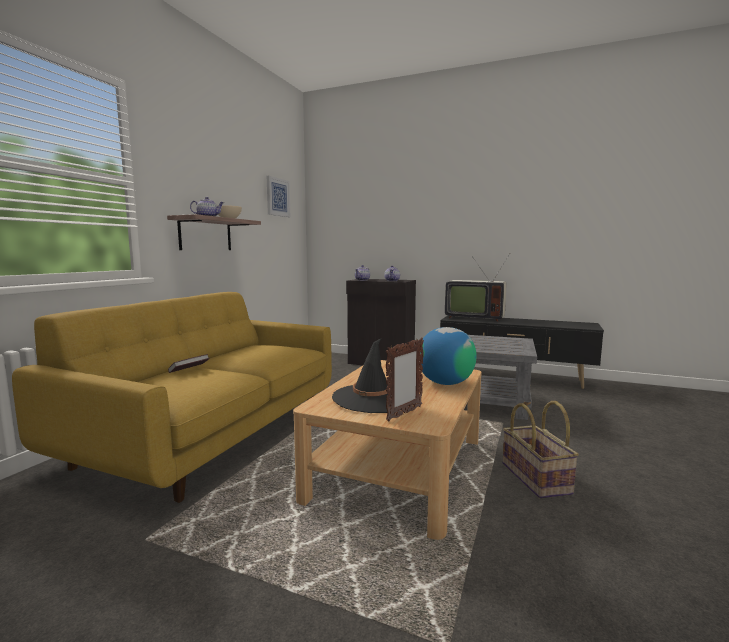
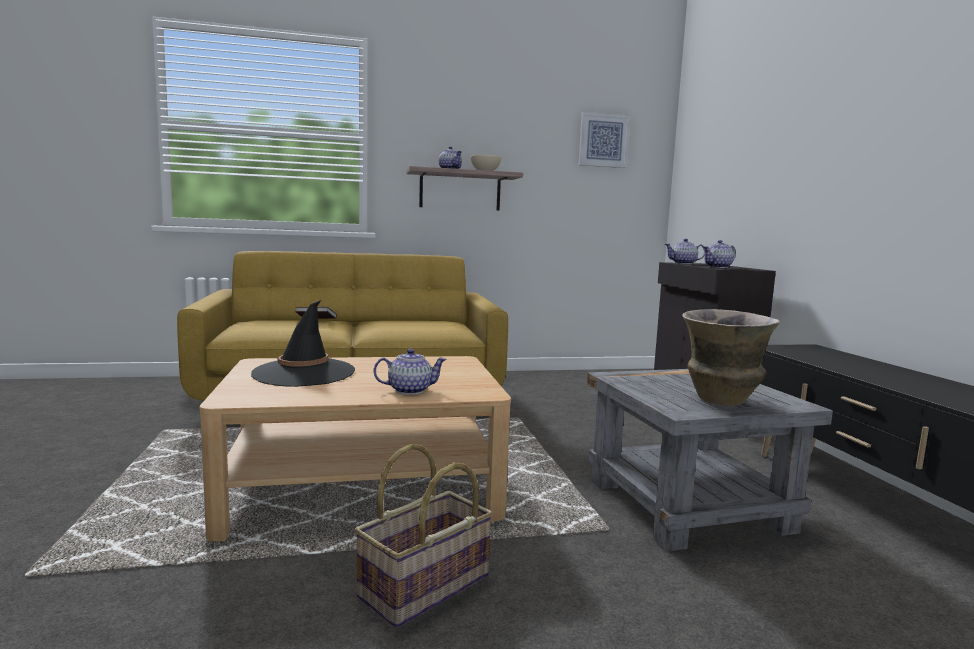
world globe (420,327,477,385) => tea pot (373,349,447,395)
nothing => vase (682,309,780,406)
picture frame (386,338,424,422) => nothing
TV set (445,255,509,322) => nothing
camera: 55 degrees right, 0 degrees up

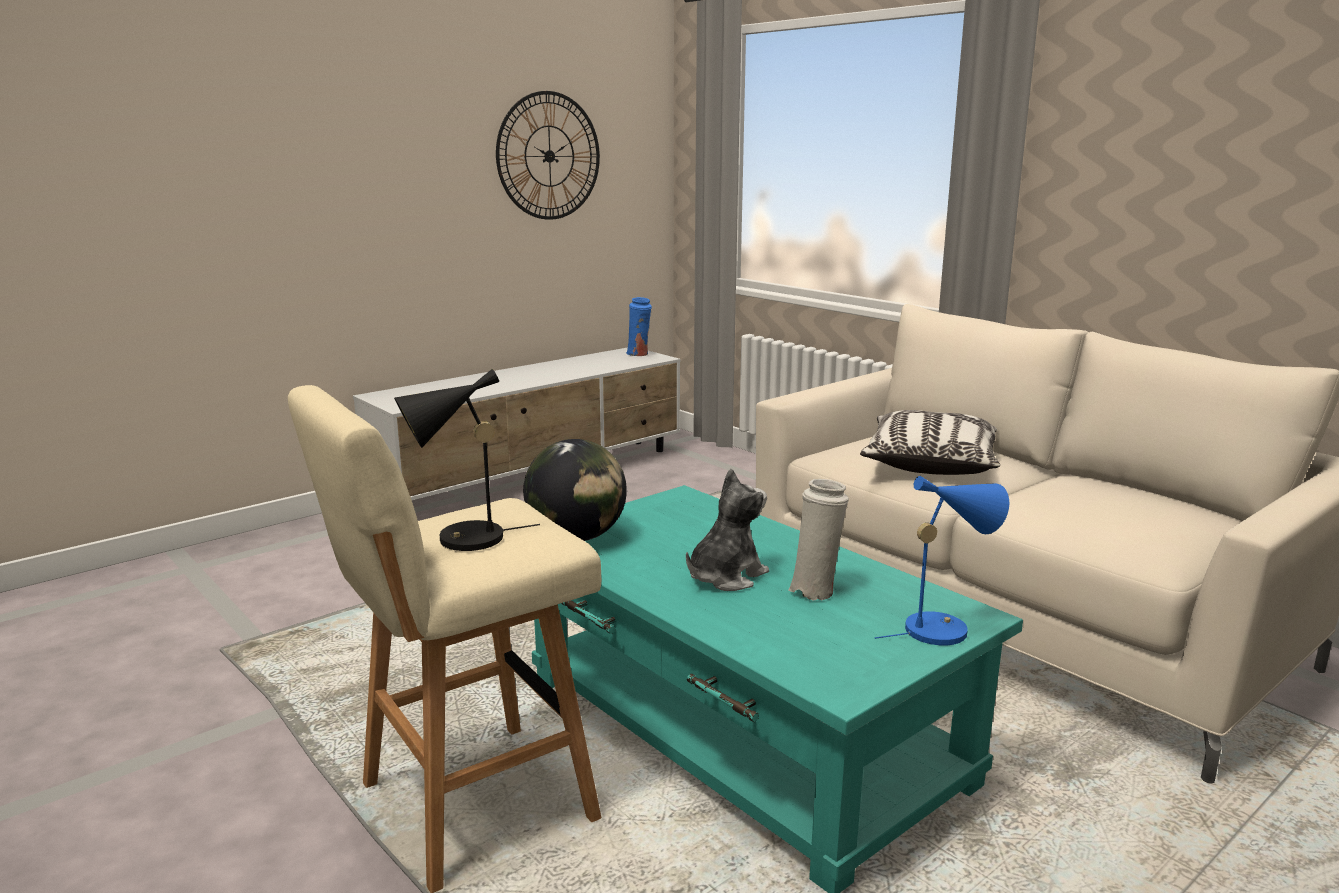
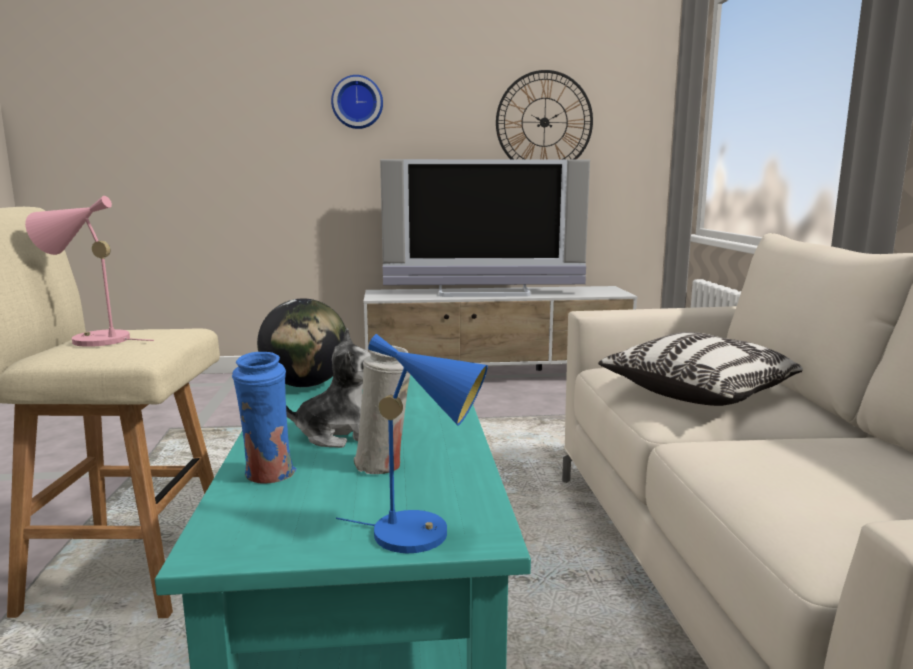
black-coloured table lamp (394,369,540,551) => pink-coloured table lamp (25,196,154,347)
blue vase (626,297,652,356) => blue vase (232,352,297,484), move
nothing => clock on the wall (331,75,383,129)
nothing => TV set (380,159,590,297)
camera: 35 degrees right, 5 degrees down

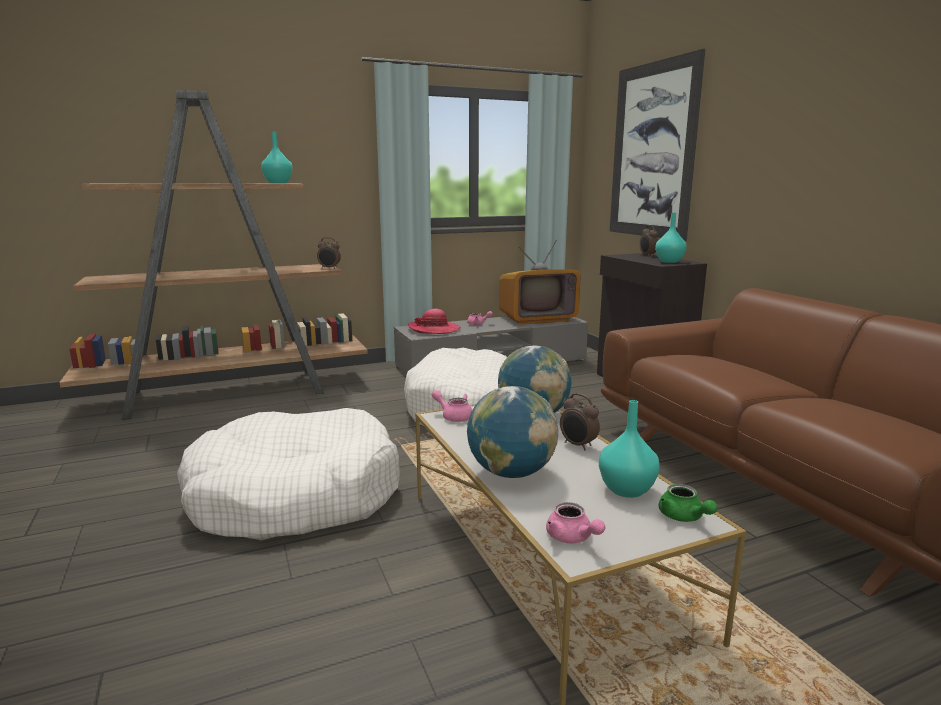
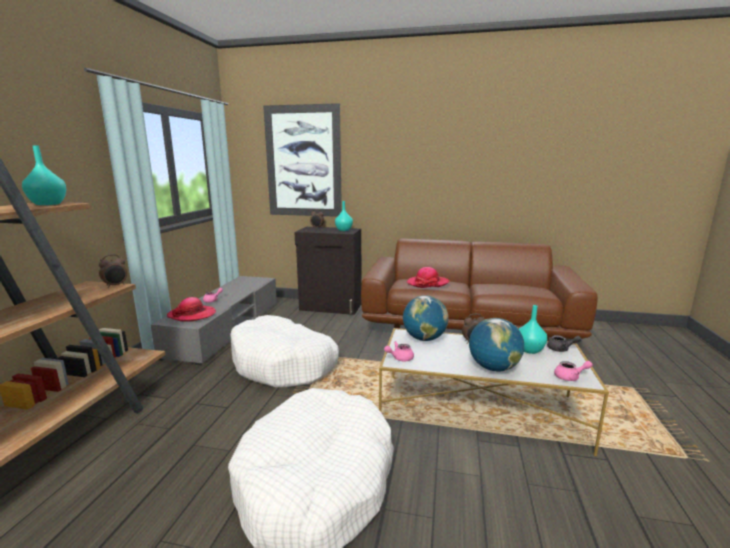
nothing => hat (407,267,450,288)
green-coloured tea pot (659,484,718,522) => gray tea pot (547,335,582,352)
TV set (499,240,581,325) => nothing
camera: 55 degrees left, 0 degrees up

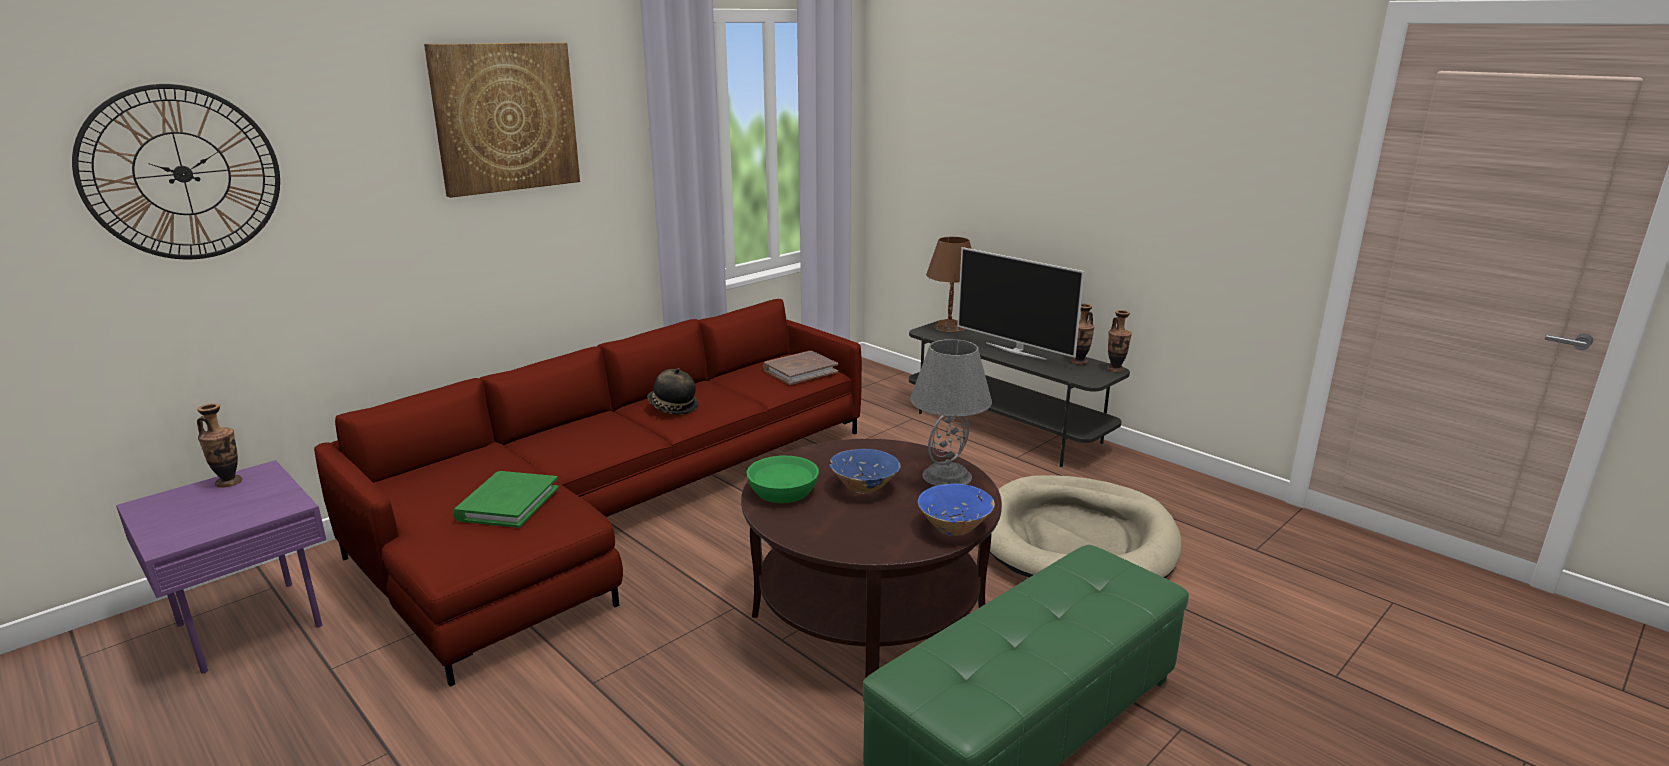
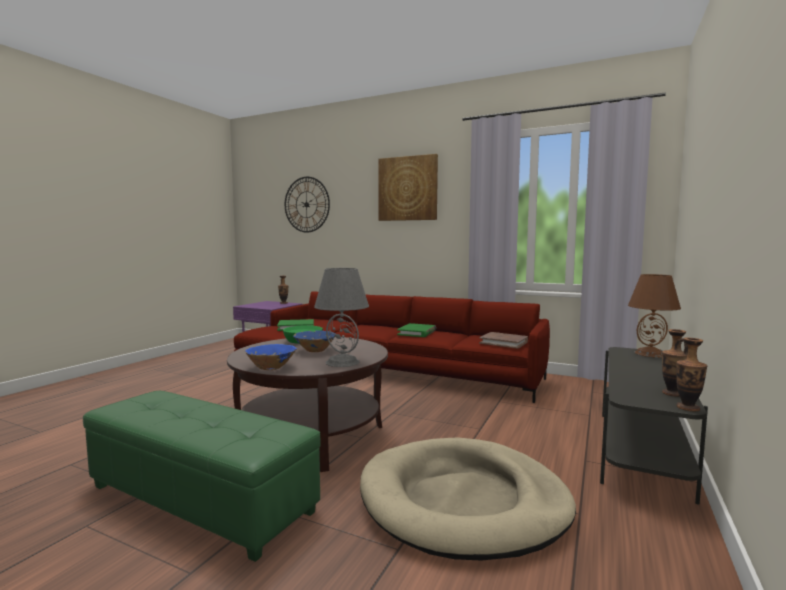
hat (647,368,698,415) => green-coloured book (397,323,436,337)
TV set (957,247,1085,360) => nothing
camera: 70 degrees right, 15 degrees down

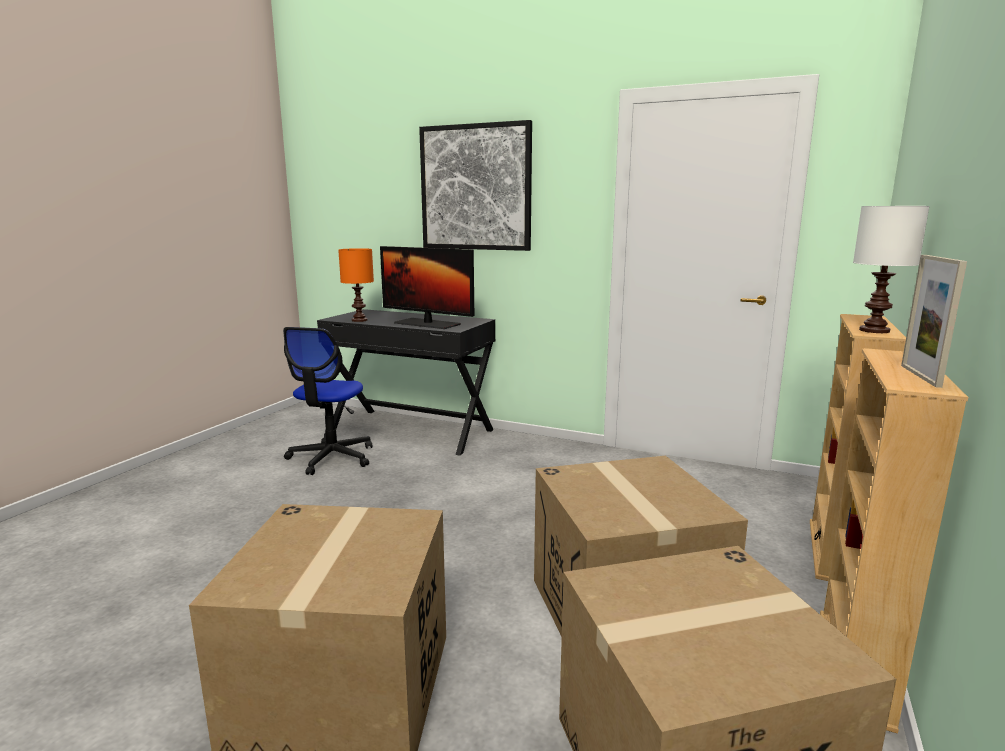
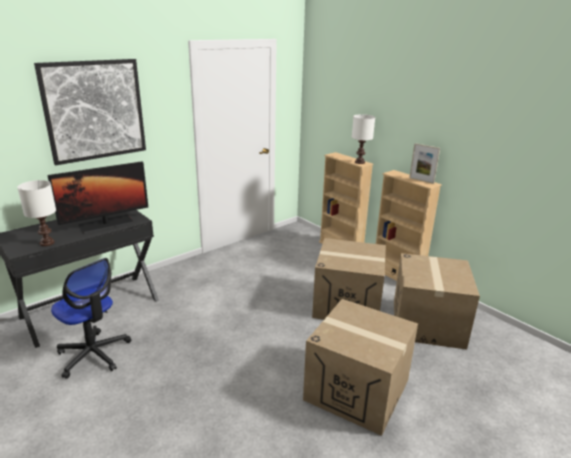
orangey table lamp (338,248,374,322) => whitish table lamp (17,180,56,246)
camera: 65 degrees left, 10 degrees up

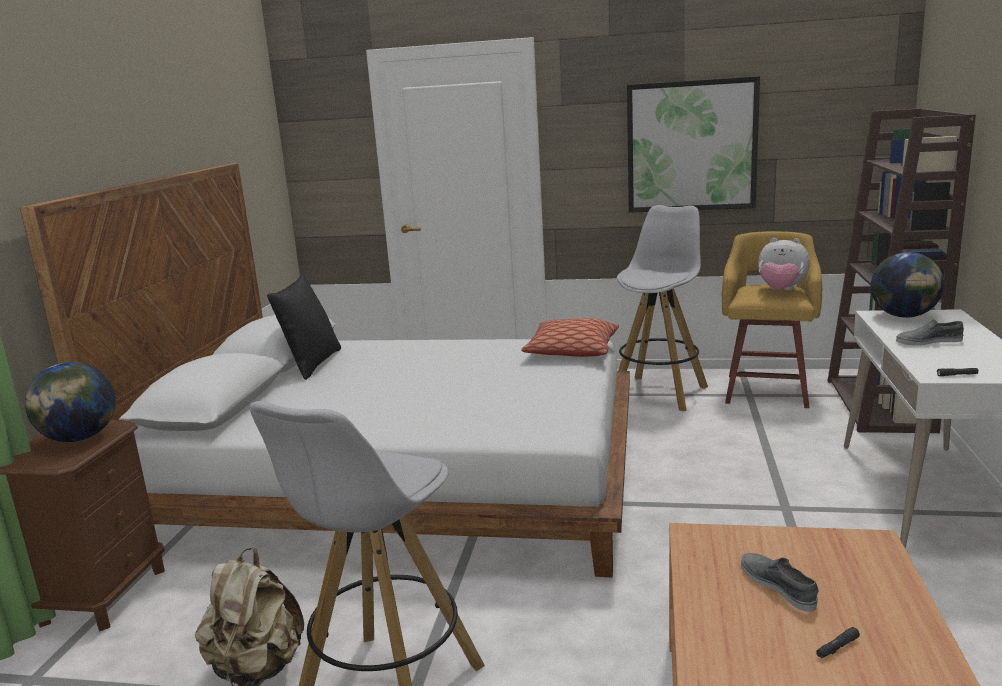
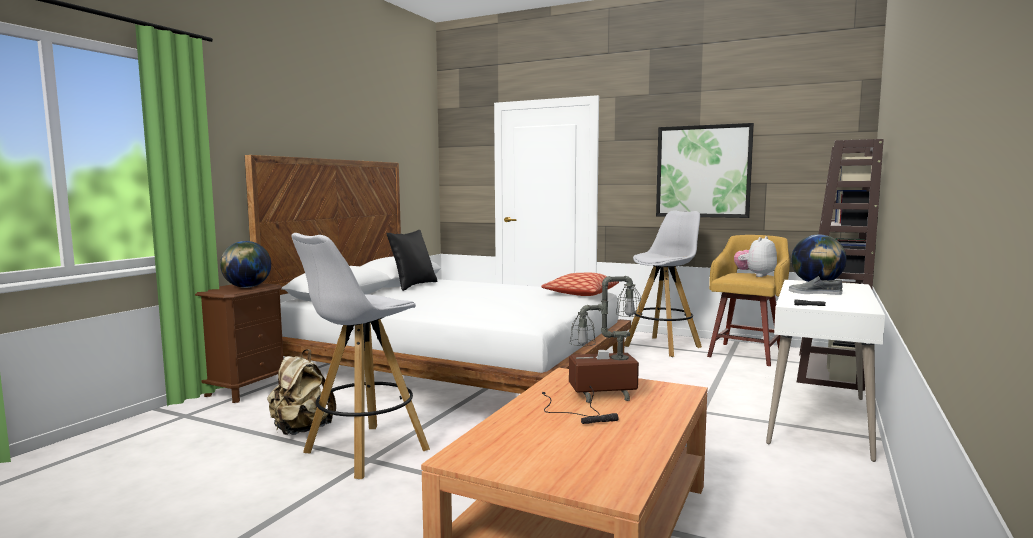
gray shoe (741,553,819,612) => table lamp (542,276,643,417)
soft toy (758,238,810,290) => soft toy (734,236,777,277), 90 degrees clockwise
camera: 15 degrees right, 10 degrees down

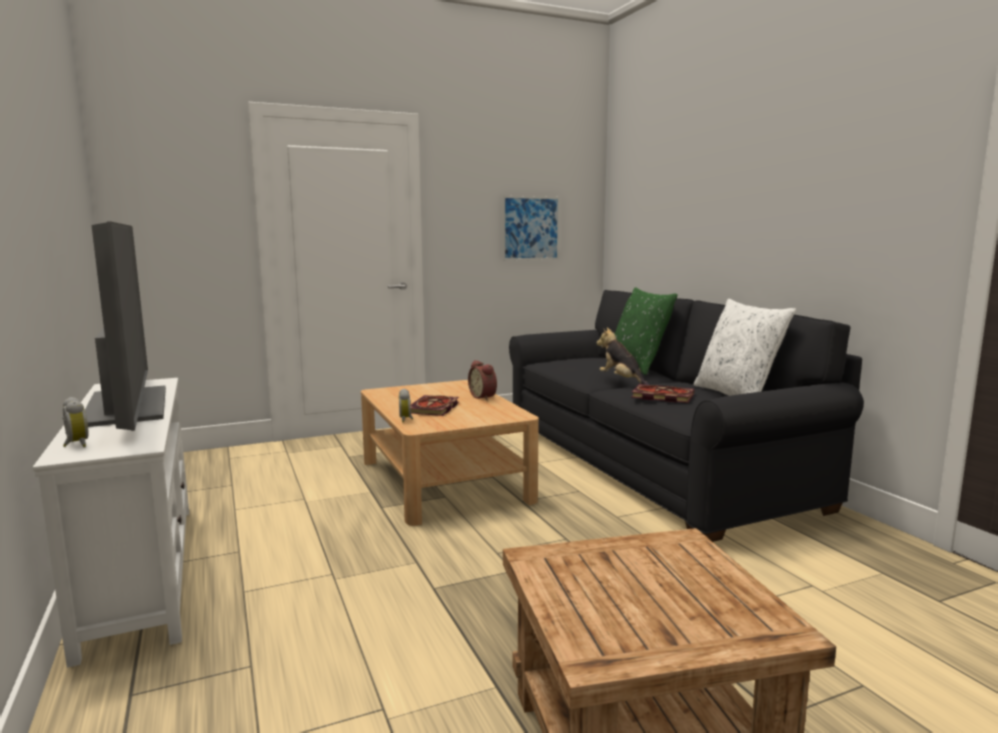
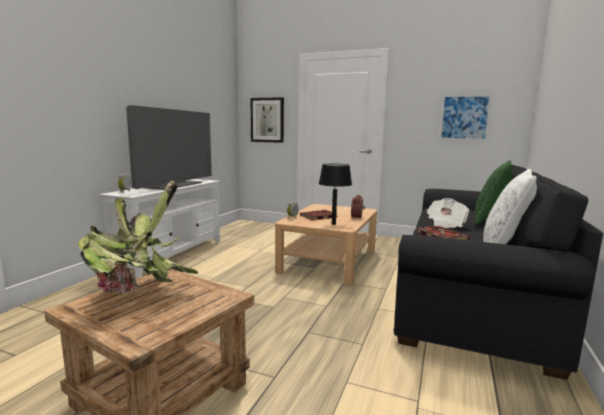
nothing => houseplant (78,181,198,293)
nothing => wall art (251,97,284,143)
nothing => black-coloured table lamp (319,164,352,225)
soft toy (596,328,649,385) => newspaper (427,198,470,228)
camera: 45 degrees right, 0 degrees up

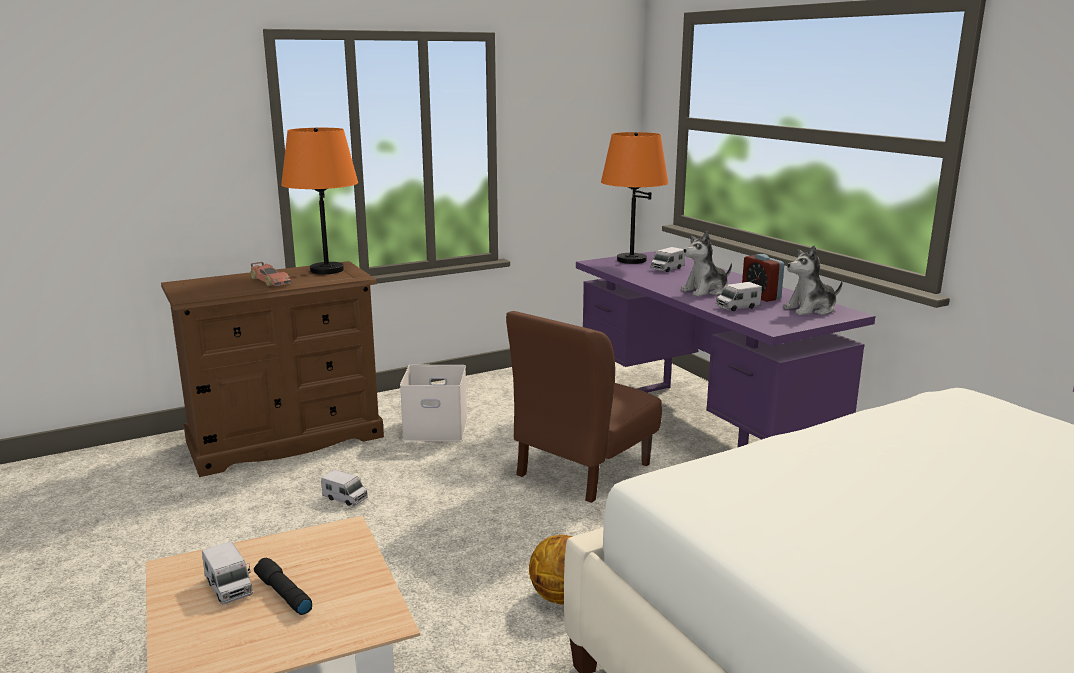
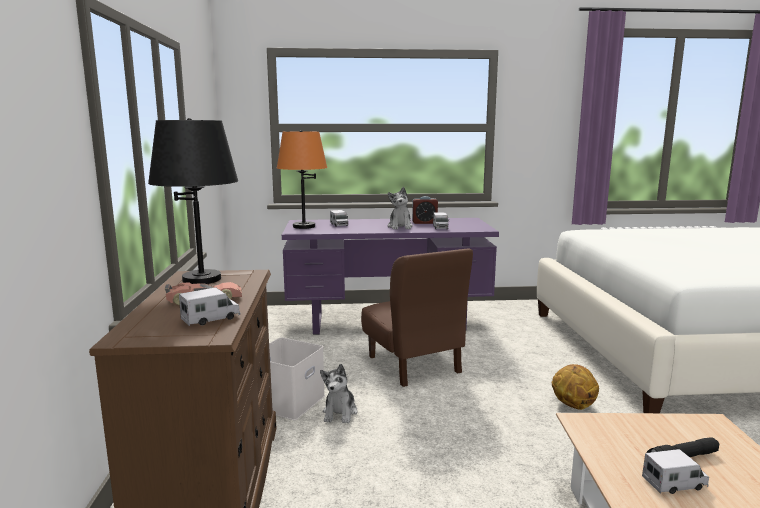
orangey table lamp (281,128,358,274) => black-coloured table lamp (148,118,238,284)
model truck (321,470,368,506) => model truck (179,287,241,326), move
soft toy (783,245,843,315) => soft toy (320,364,358,423), move
camera: 65 degrees left, 5 degrees down

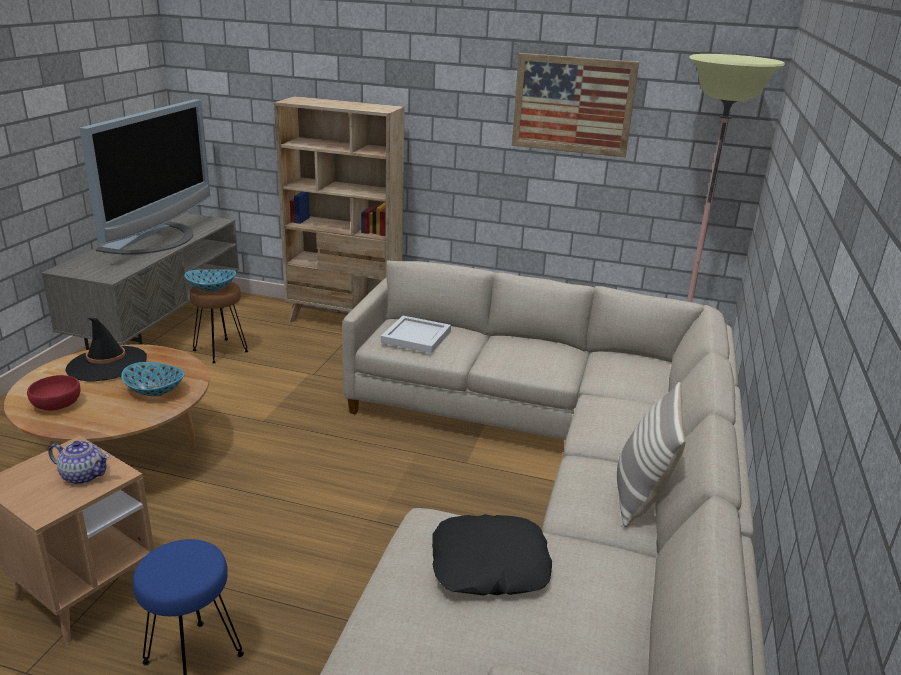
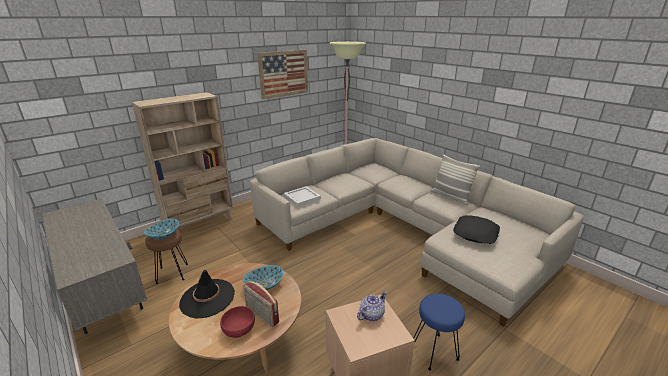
nothing => radio (243,281,279,327)
TV set (79,99,210,255) => nothing
camera: 55 degrees left, 0 degrees up

